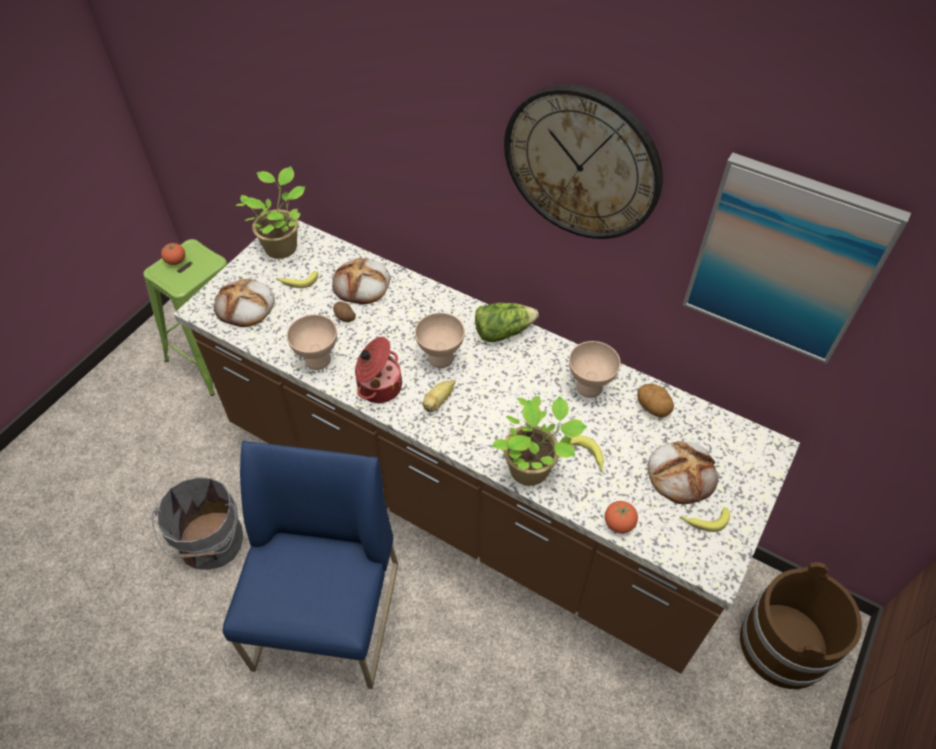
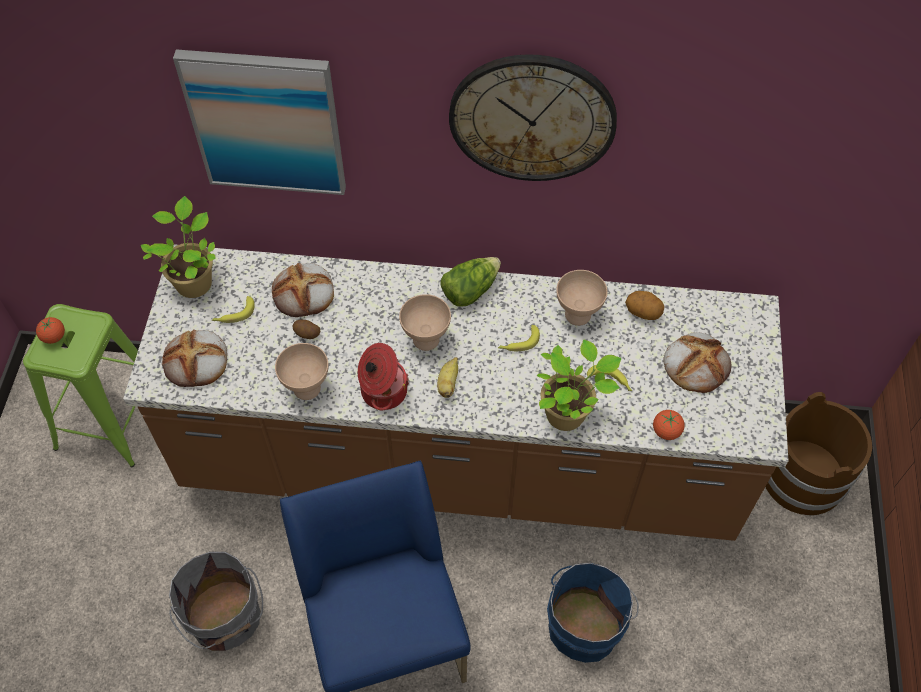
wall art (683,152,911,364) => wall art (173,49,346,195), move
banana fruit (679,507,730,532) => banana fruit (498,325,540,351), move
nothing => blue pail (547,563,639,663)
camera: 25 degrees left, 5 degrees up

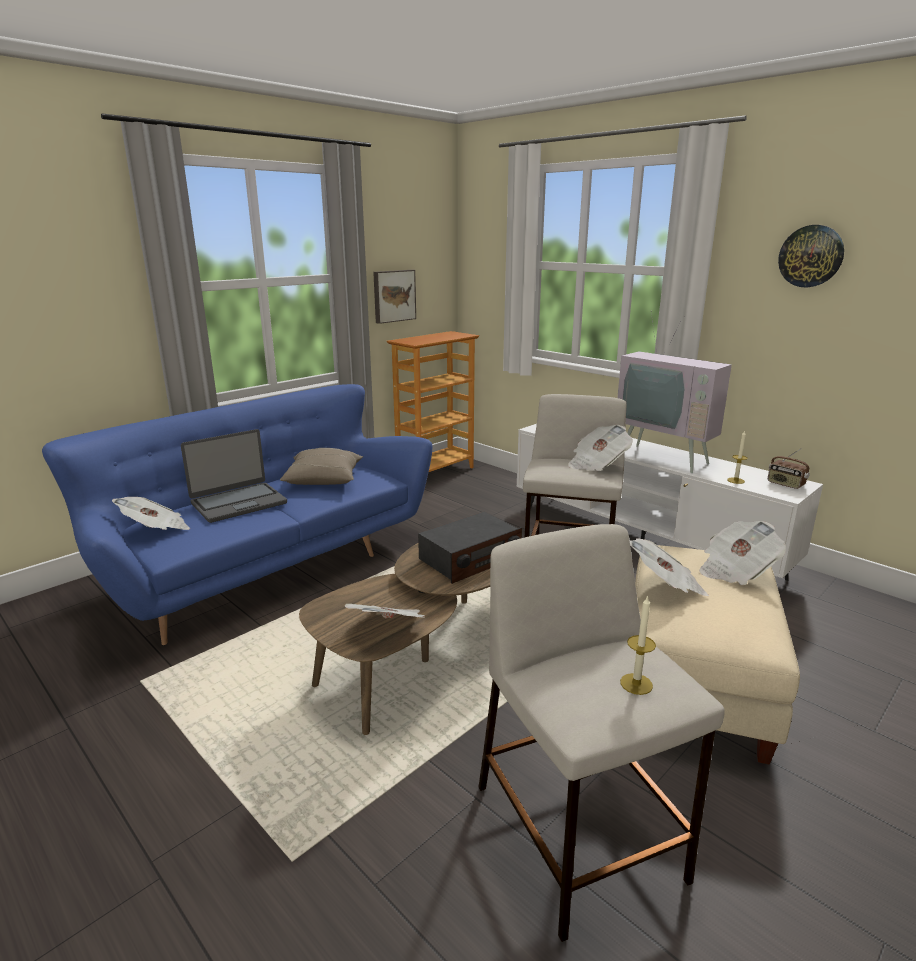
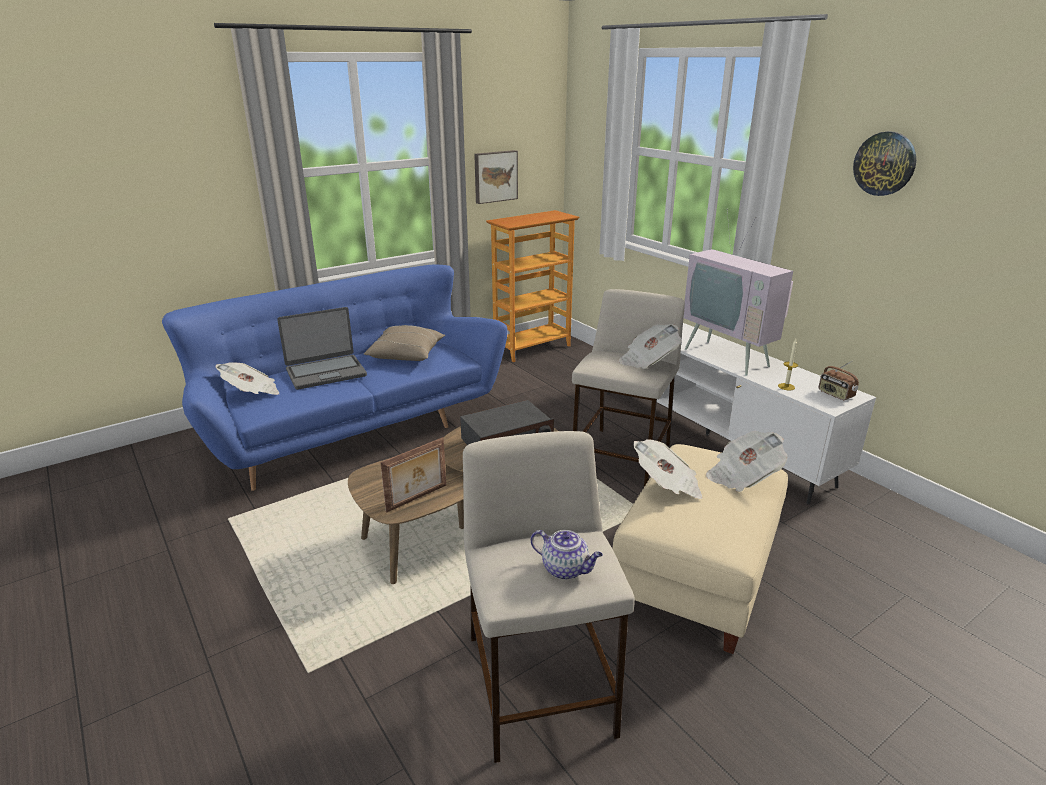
newspaper (345,604,425,619) => picture frame (380,437,446,512)
wax light (620,595,656,695) => tea pot (531,530,603,580)
camera: 10 degrees right, 5 degrees up

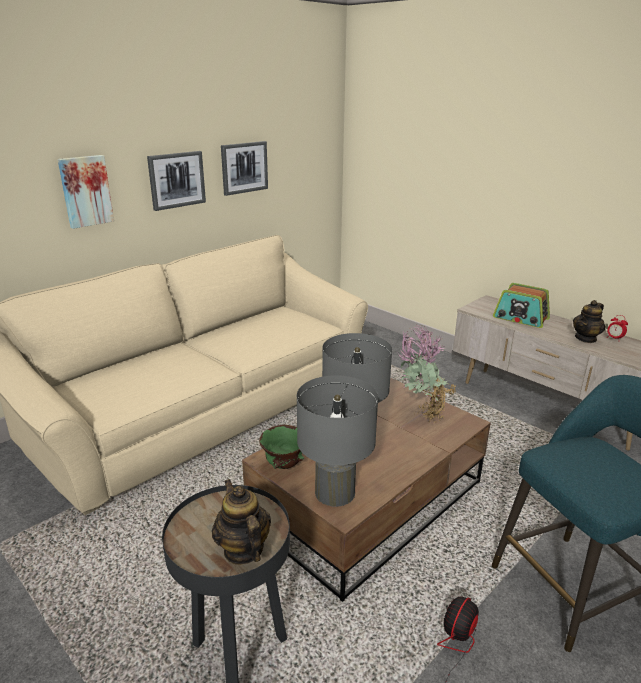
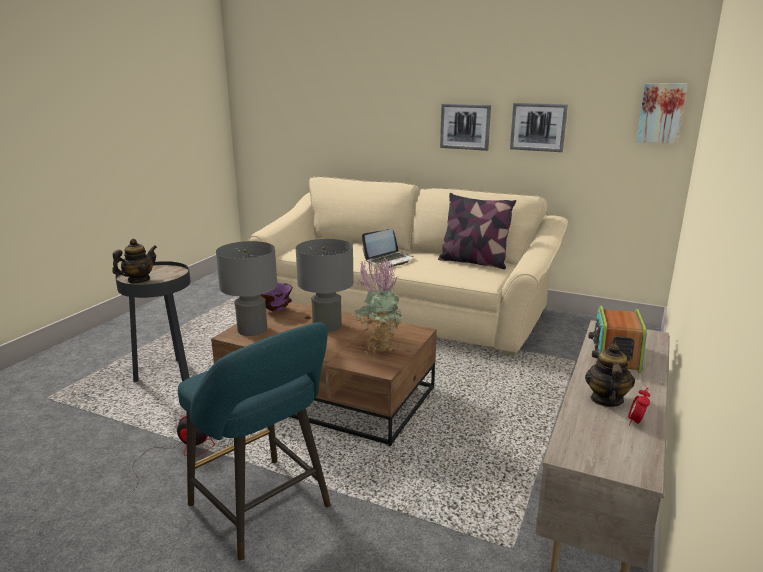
green-coloured serving bowl (259,425,304,469) => purple-coloured serving bowl (260,283,293,312)
nothing => laptop (362,229,414,268)
nothing => pillow (438,193,516,269)
tea pot (573,300,605,343) => tea pot (585,344,635,407), 75 degrees clockwise
wall art (58,155,114,229) => wall art (636,83,687,144), move
camera: 70 degrees right, 5 degrees down

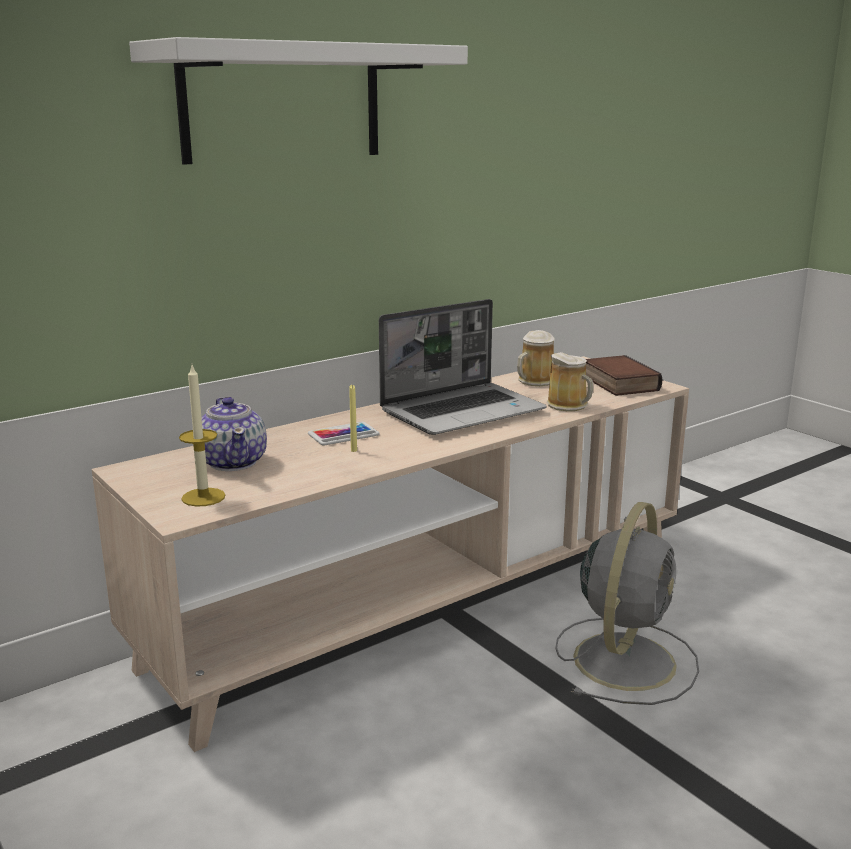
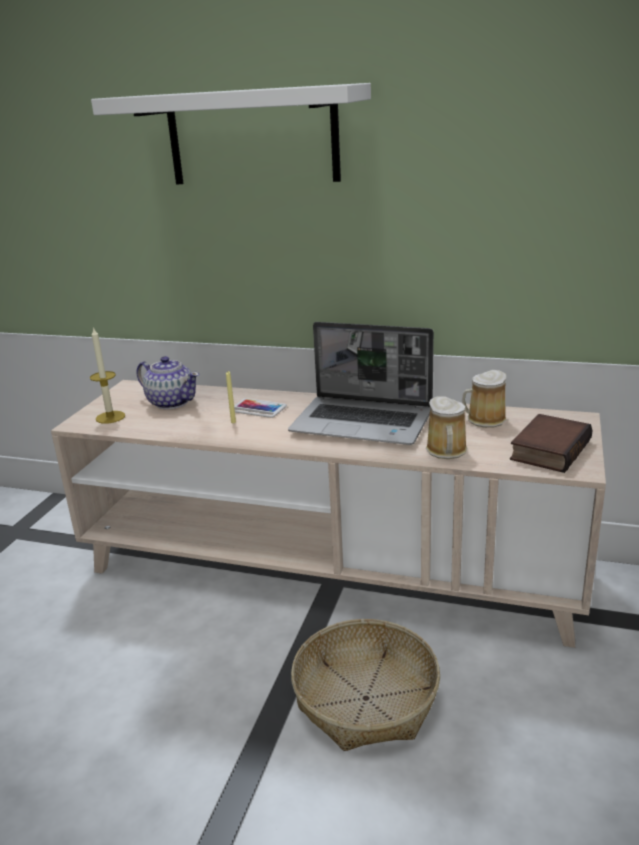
tea pot (202,397,267,471) => tea pot (136,356,199,409), 90 degrees counterclockwise
gray electric fan (555,502,699,705) => basket (291,619,440,751)
camera: 55 degrees right, 5 degrees up

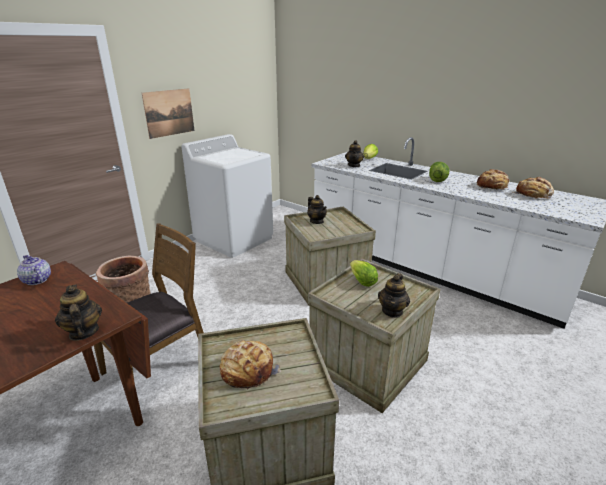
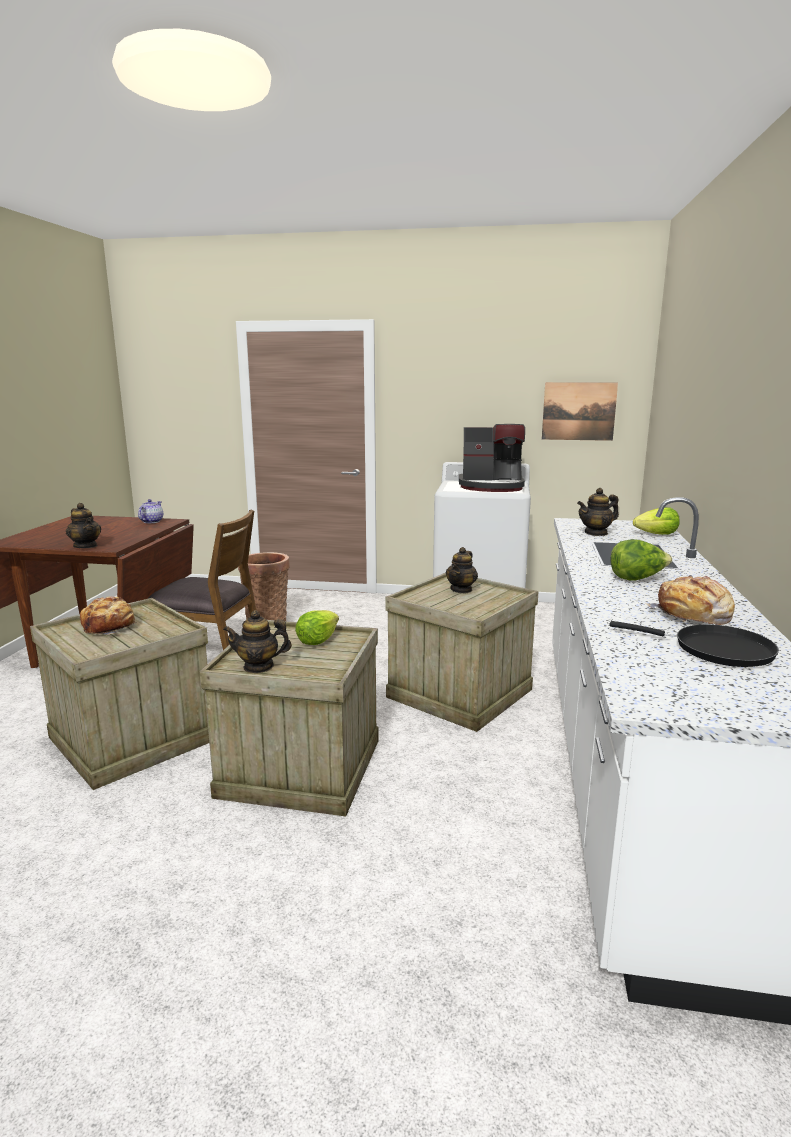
tea pot (55,284,102,341) => tea pot (66,503,101,548), 105 degrees clockwise
nothing => coffee maker (459,424,525,492)
wall art (142,88,194,139) => wall art (542,382,618,441), move
bread (513,177,554,199) => black-coloured skillet (609,621,779,667)
camera: 60 degrees right, 10 degrees down

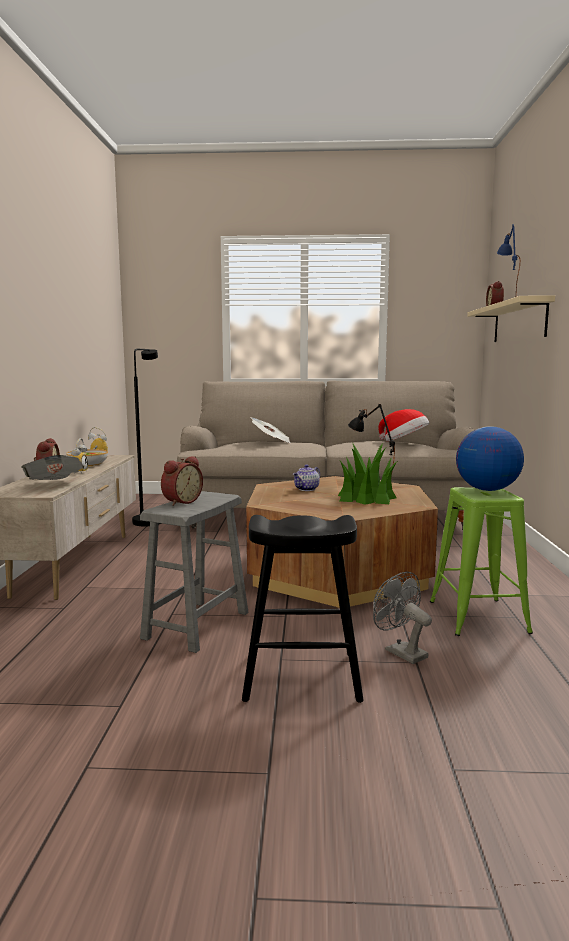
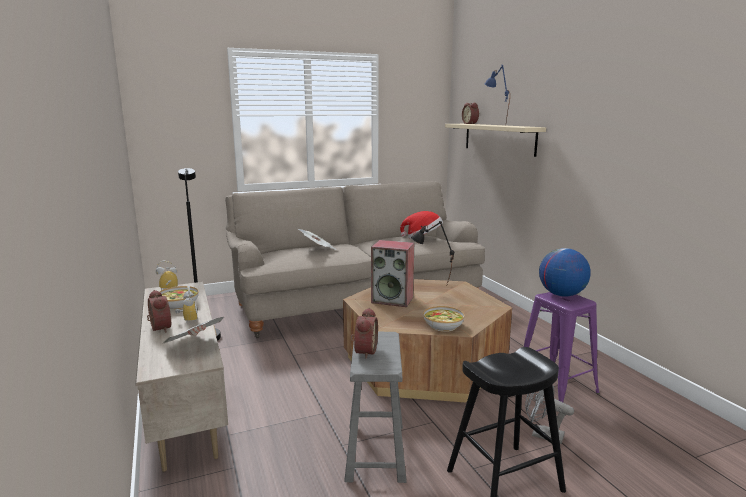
tea pot (293,465,320,491) => speaker (371,240,414,307)
nothing => serving bowl (423,306,465,332)
green-coloured stool seat (430,487,533,636) => purple-coloured stool seat (524,292,600,402)
houseplant (338,442,397,505) => nothing
camera: 25 degrees left, 5 degrees up

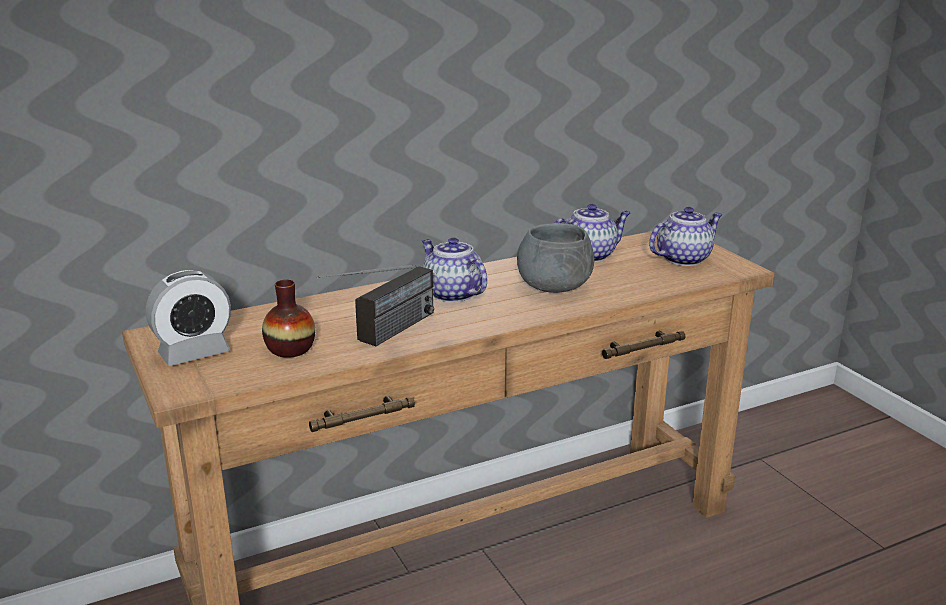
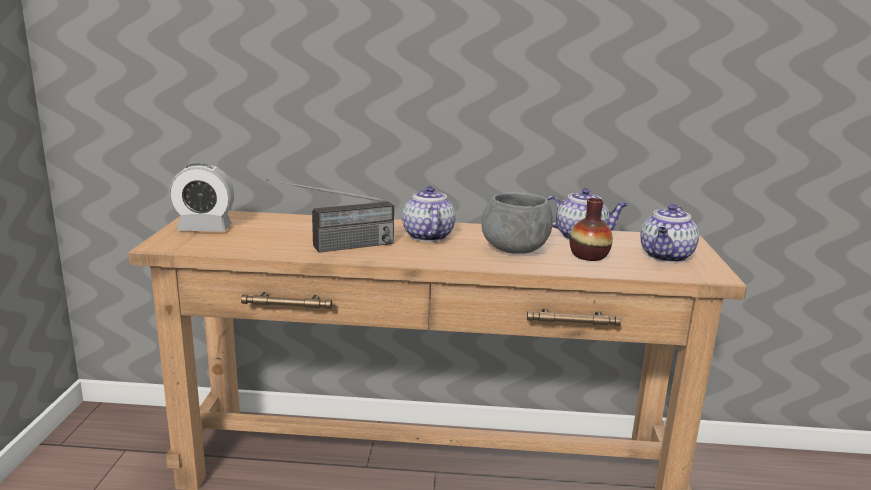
vase (262,280,315,358) => vase (569,198,613,261), move
tea pot (649,207,723,266) => tea pot (640,204,699,262), 120 degrees clockwise
camera: 30 degrees right, 5 degrees down

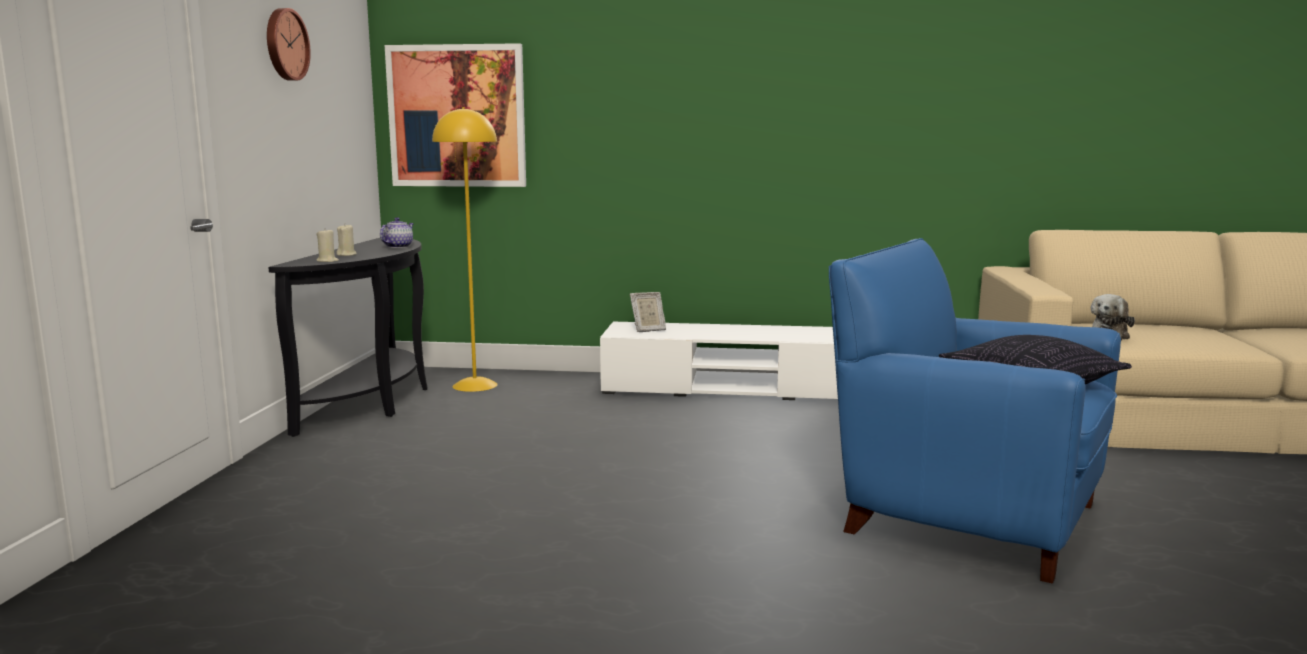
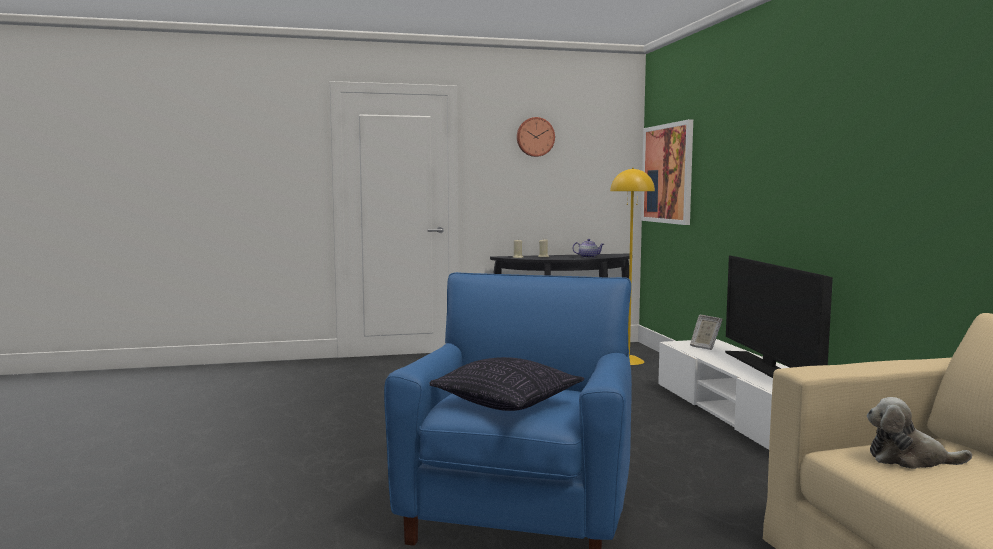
nothing => TV set (725,255,833,378)
camera: 70 degrees right, 5 degrees down

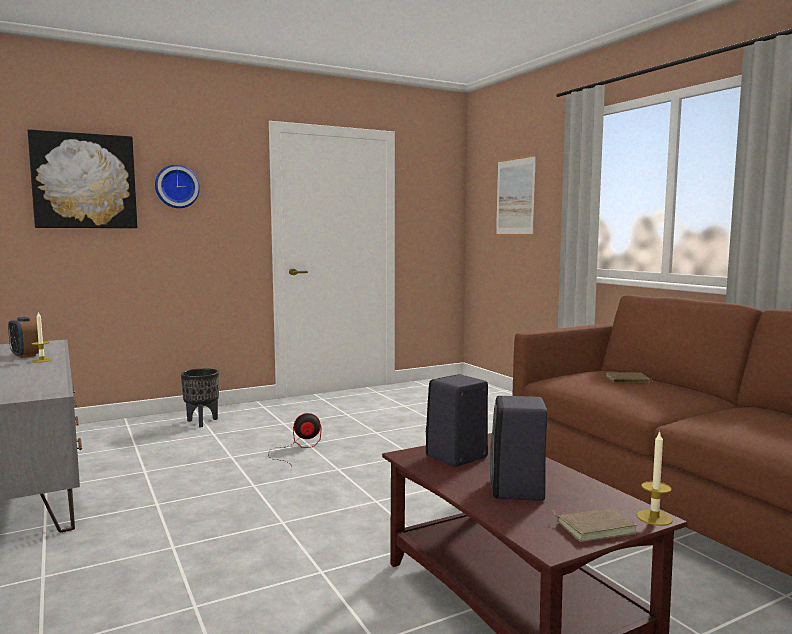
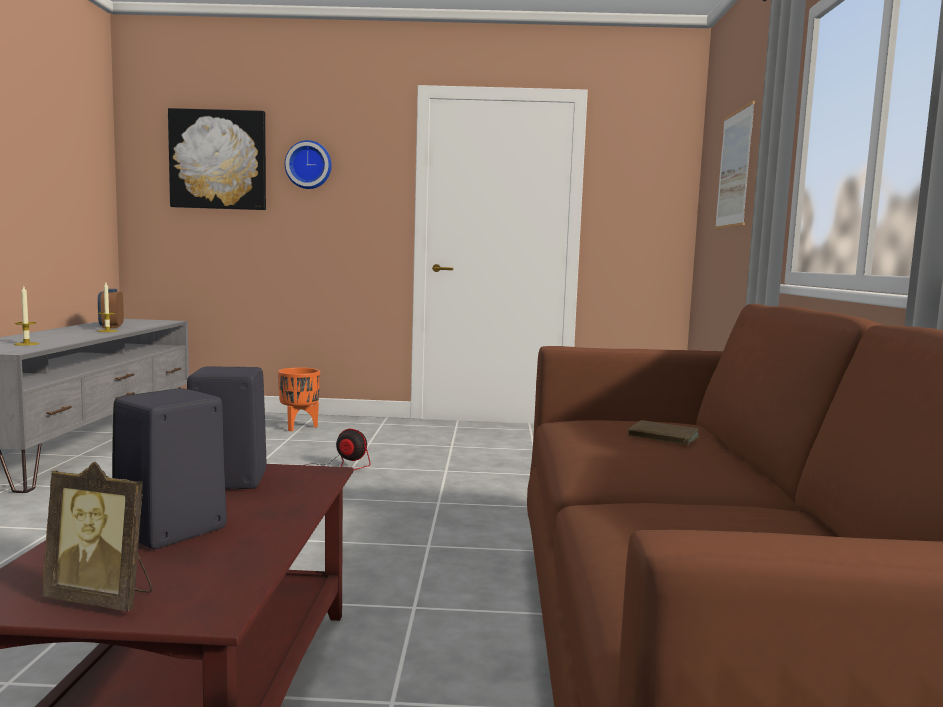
wax light (637,431,673,526) => wax light (14,286,39,346), move
brownish book (551,508,637,542) => picture frame (42,462,153,611)
black-coloured plant pot (181,368,219,427) => orangey plant pot (278,368,320,431)
camera: 30 degrees right, 0 degrees up

